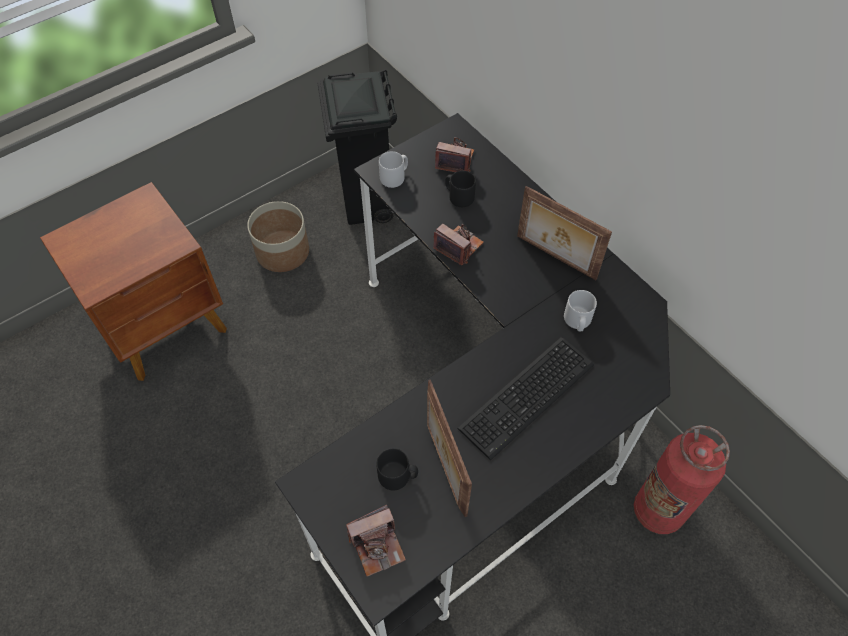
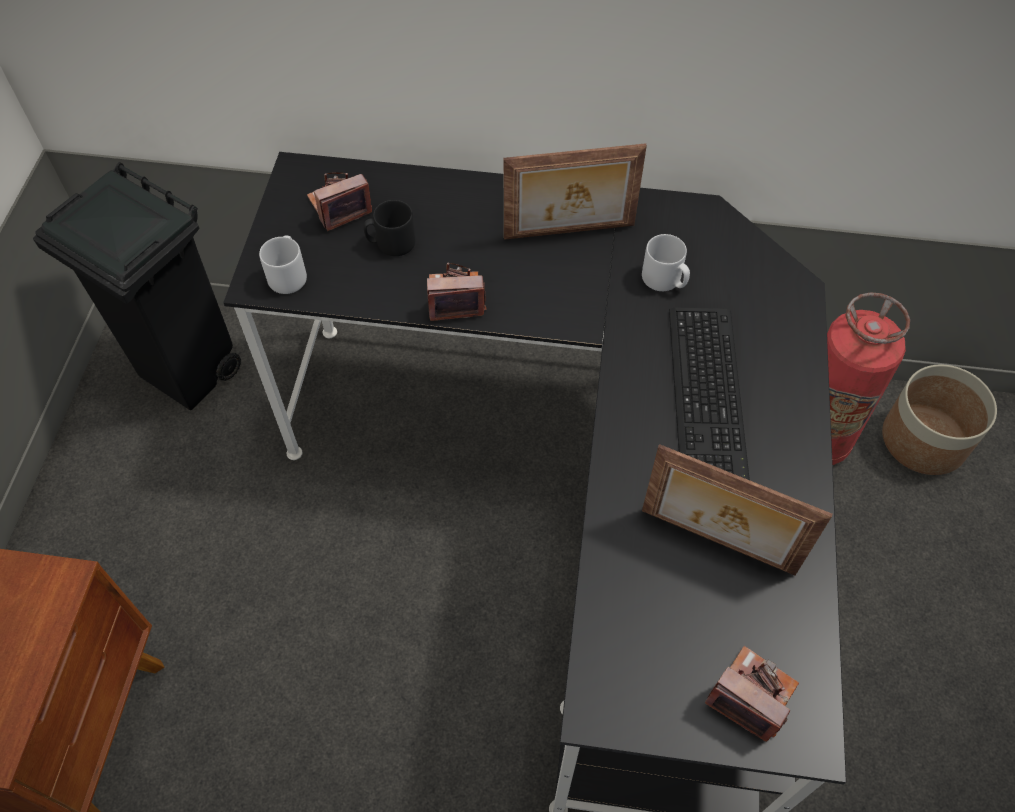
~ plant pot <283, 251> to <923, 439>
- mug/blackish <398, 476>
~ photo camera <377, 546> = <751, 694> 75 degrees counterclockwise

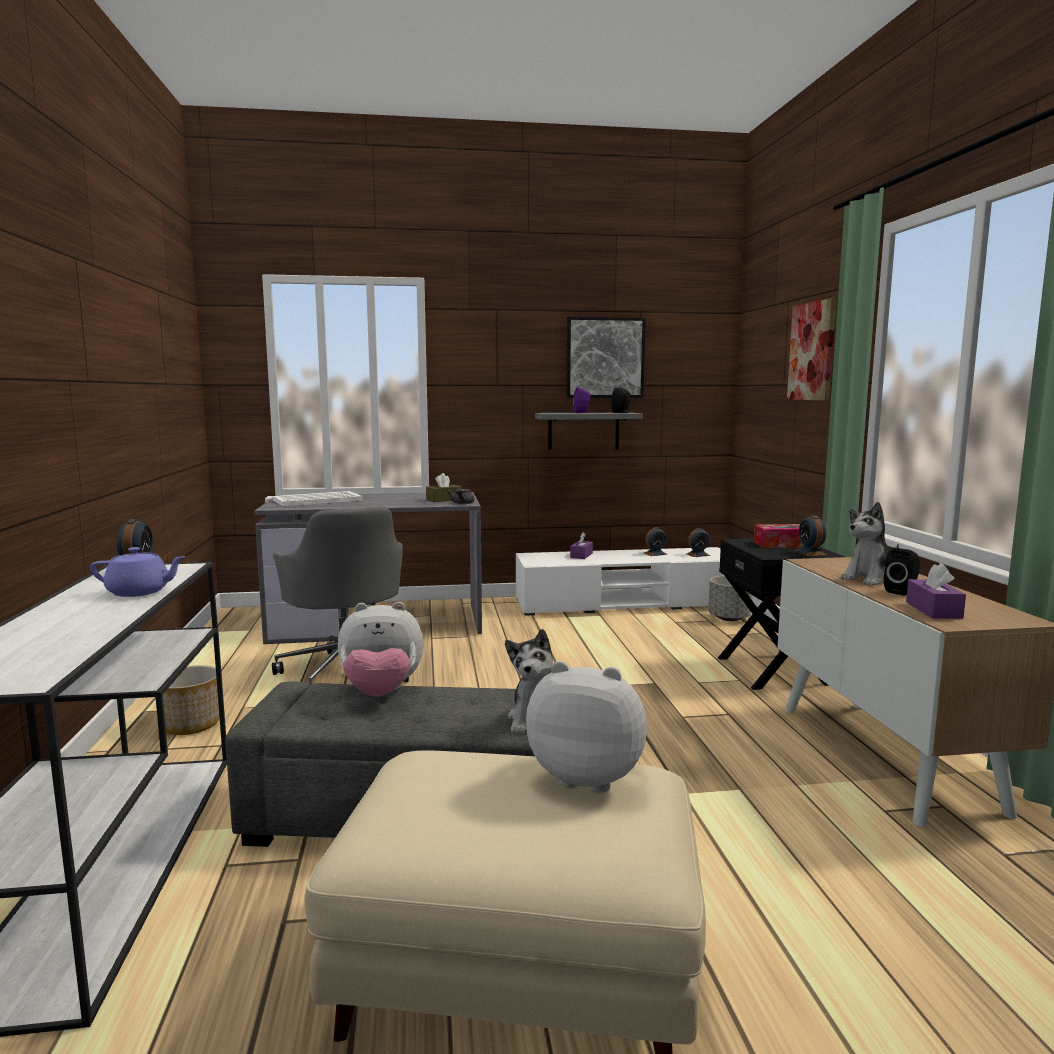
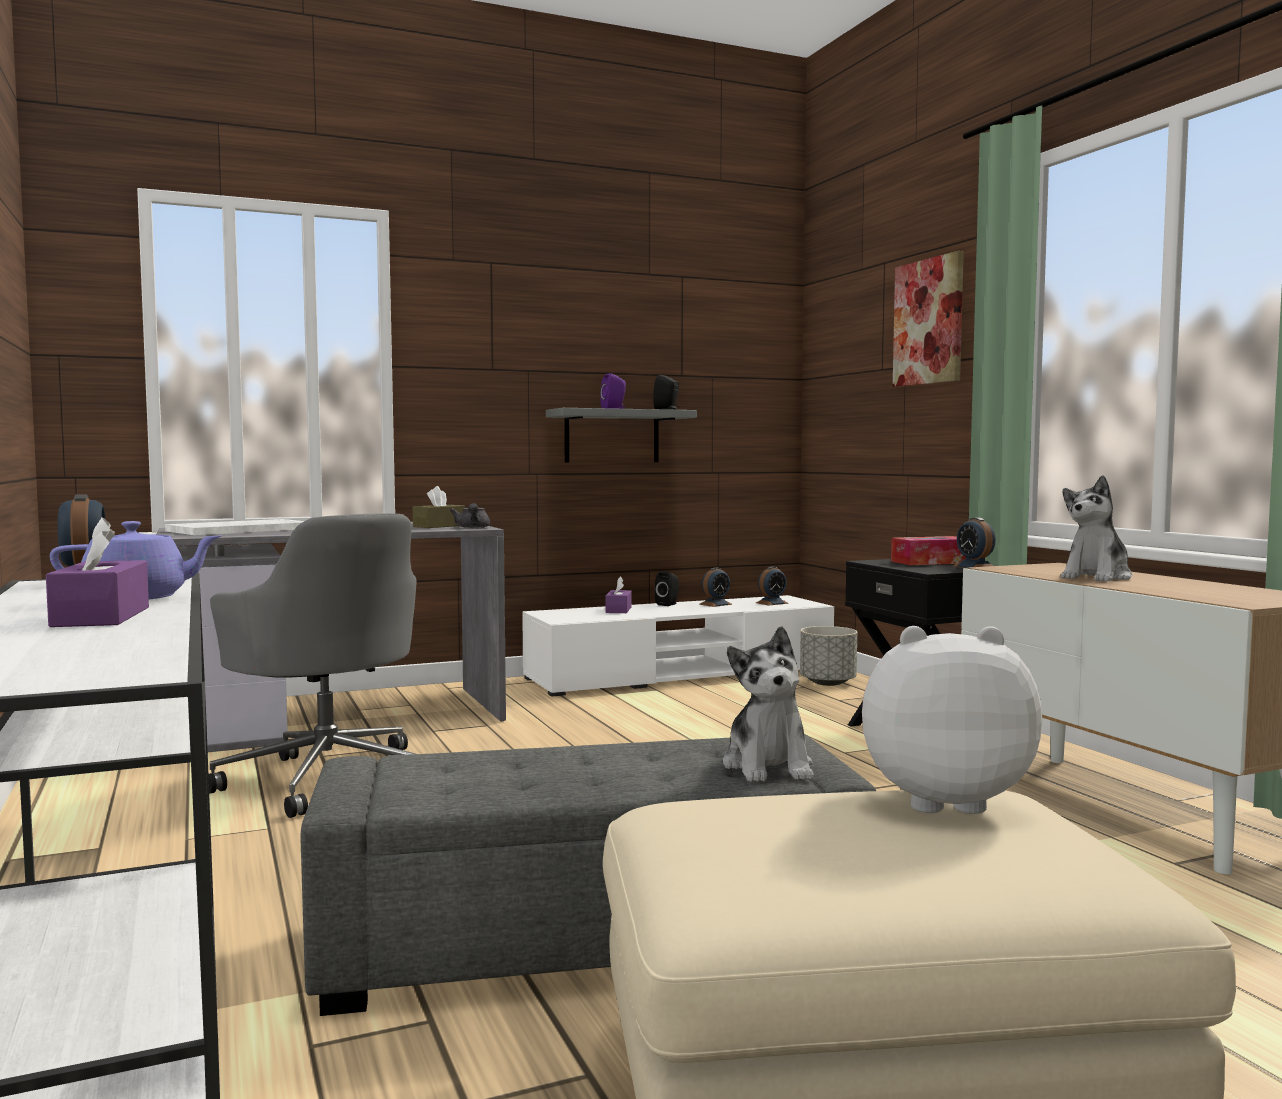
- wall art <605, 358>
~ loudspeaker/blackish <902, 591> to <668, 604>
~ tissue holder/purple-coloured <933, 610> to <101, 617>
- soft toy <381, 693>
- plant pot <190, 724>

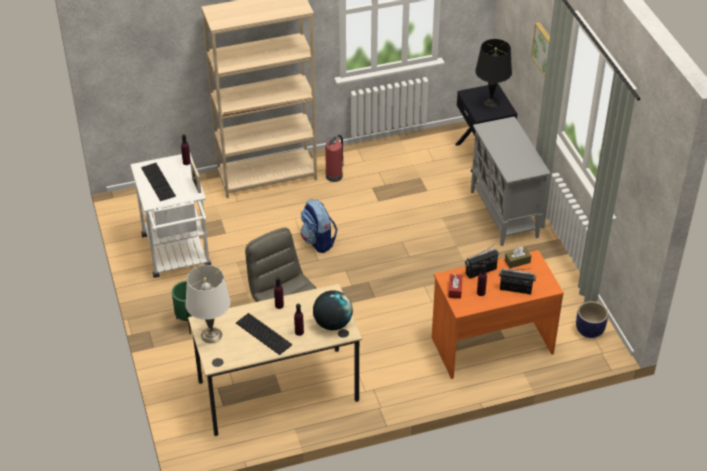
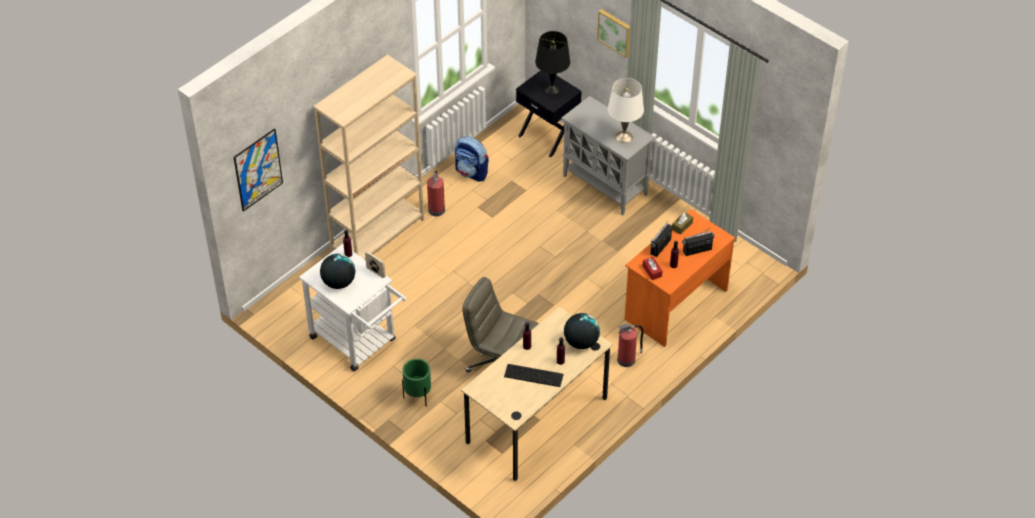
~ PC keyboard <158, 182> to globe <338, 282>
~ backpack <318, 241> to <472, 172>
~ tabletop lamp/white-coloured <211, 335> to <623, 137>
- plant pot <590, 330>
+ wall art <258, 169>
+ fire-fighting cylinder <627, 359>

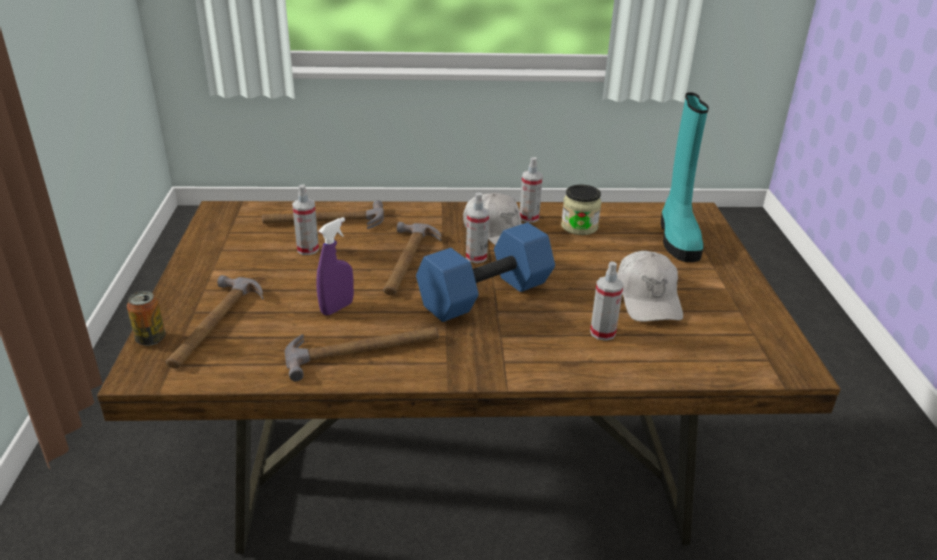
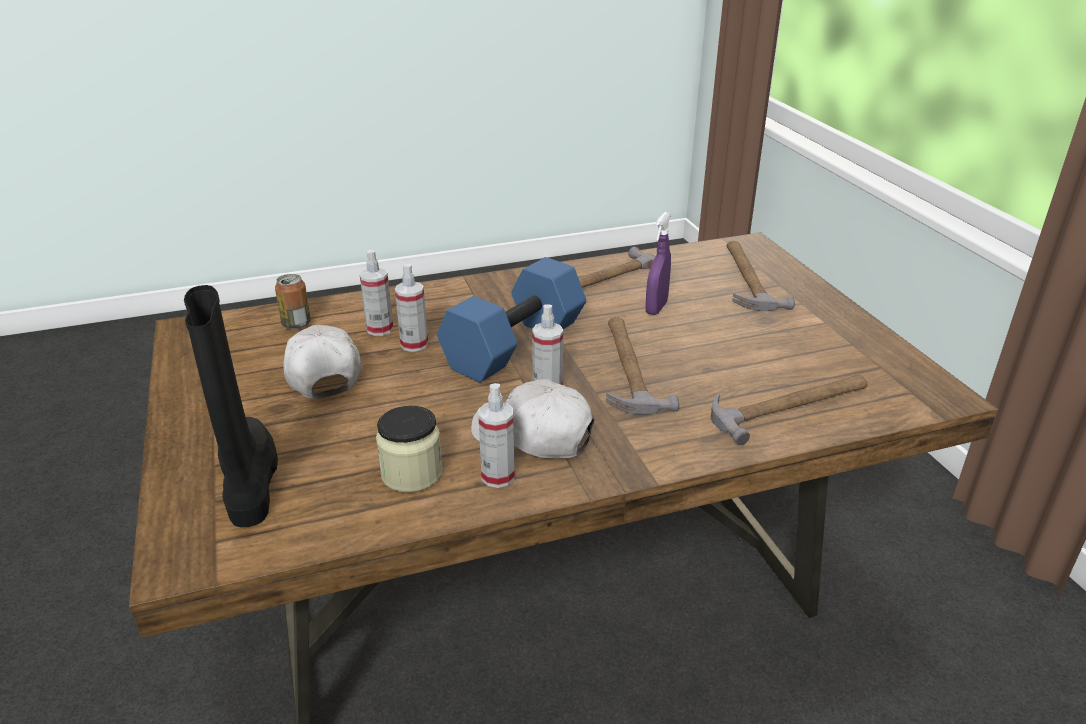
~ high-top boot/blue-green <677, 238> to high-top boot/blackish <249, 482>
~ sprayer <308, 249> to <414, 344>
~ can <151, 339> to <296, 324>

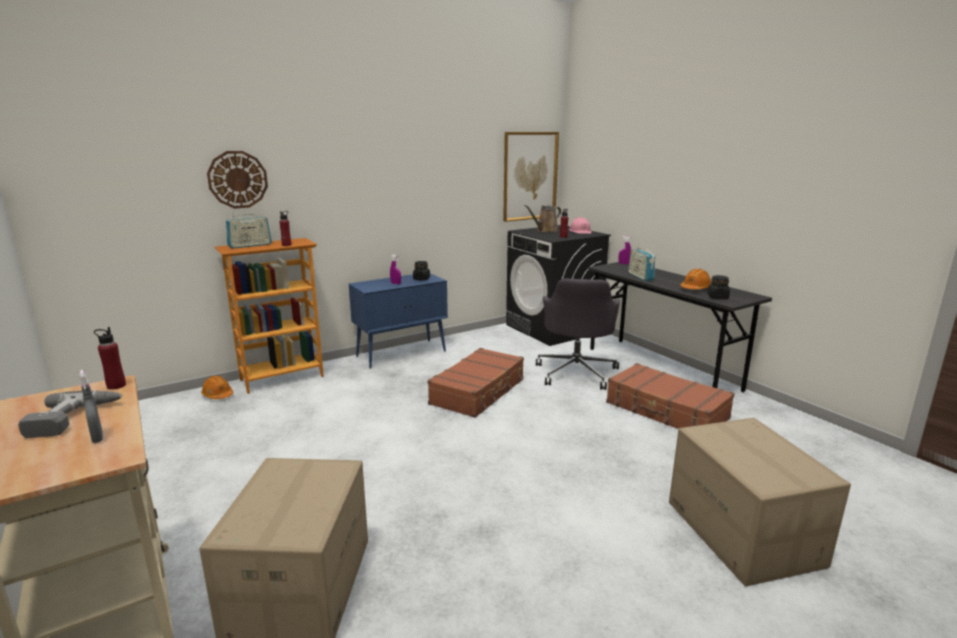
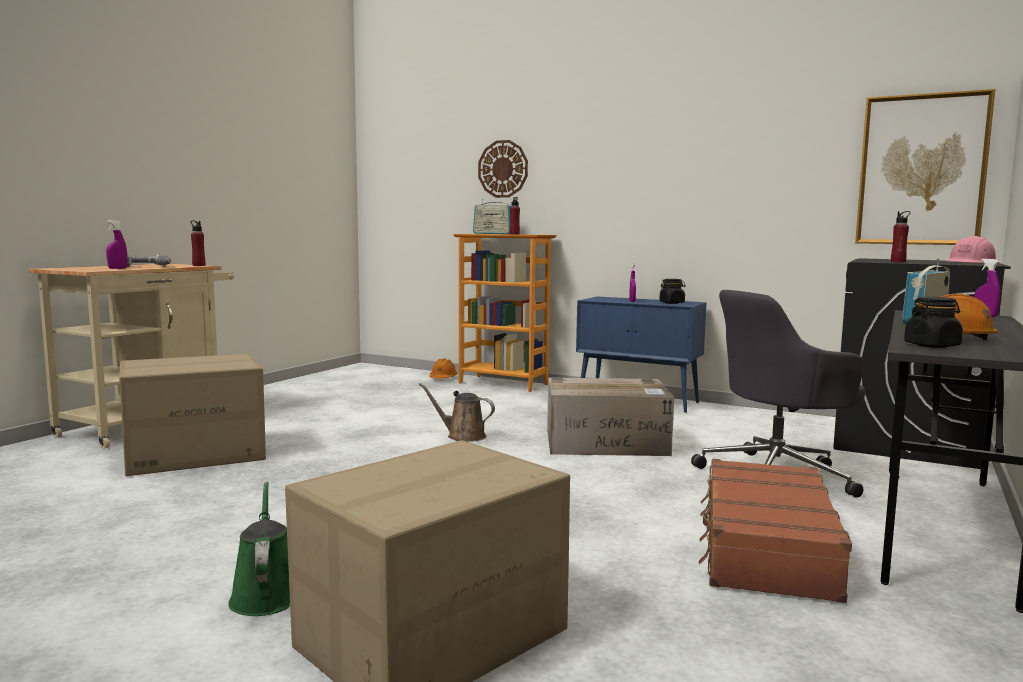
~ sprinkling can/brown-coloured <545, 231> to <462, 436>
~ piece of luggage/brown-coloured <478, 392> to cardboard box <607, 442>
~ sprayer/grey <97, 438> to sprayer/purple-coloured <117, 268>
+ sprinkling can/green-coloured <265, 595>

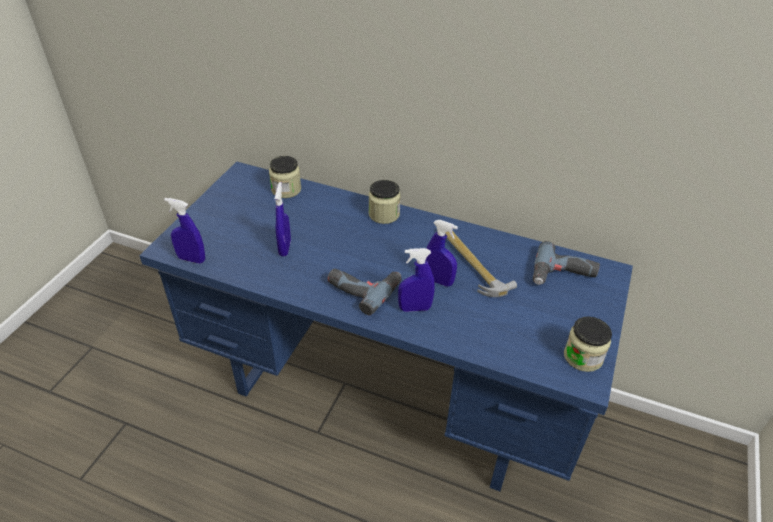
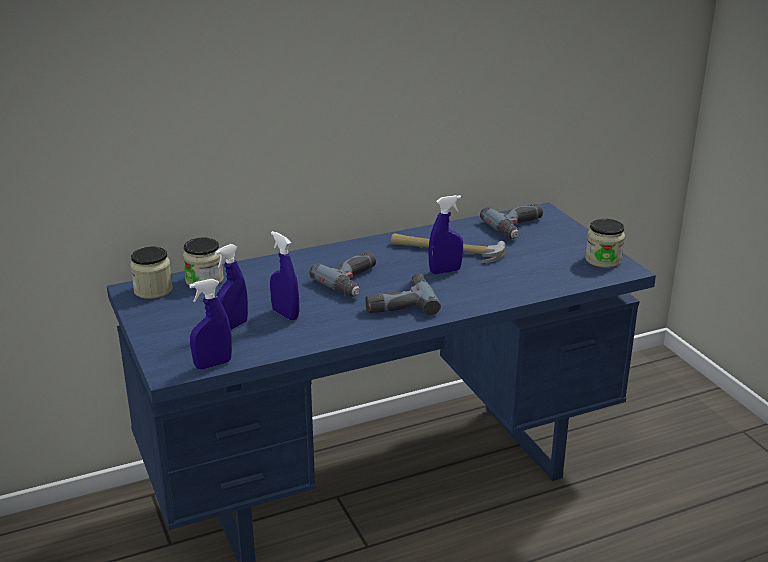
~ storage jar <384, 214> to <153, 290>
~ sprayer/blue <415, 308> to <233, 326>
+ power drill <354, 281>

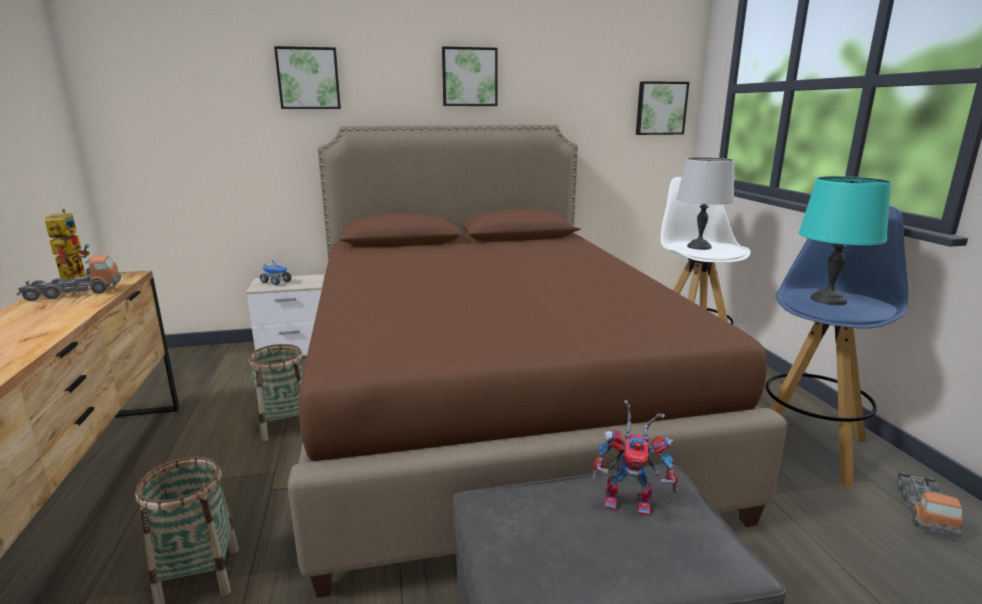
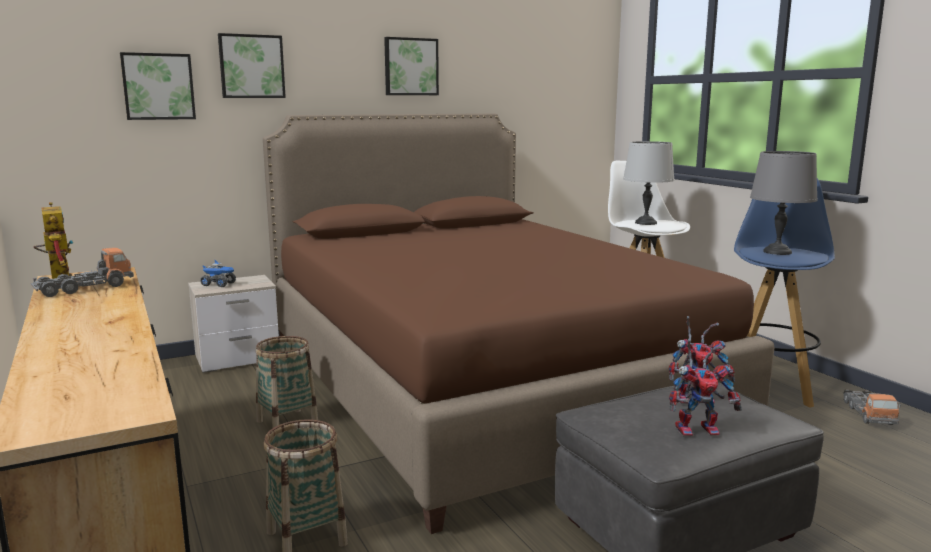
~ wall art <660, 108> to <158, 86>
~ tabletop lamp/blue-green <829, 300> to tabletop lamp/grey <778, 252>
+ toy robot <699, 429>

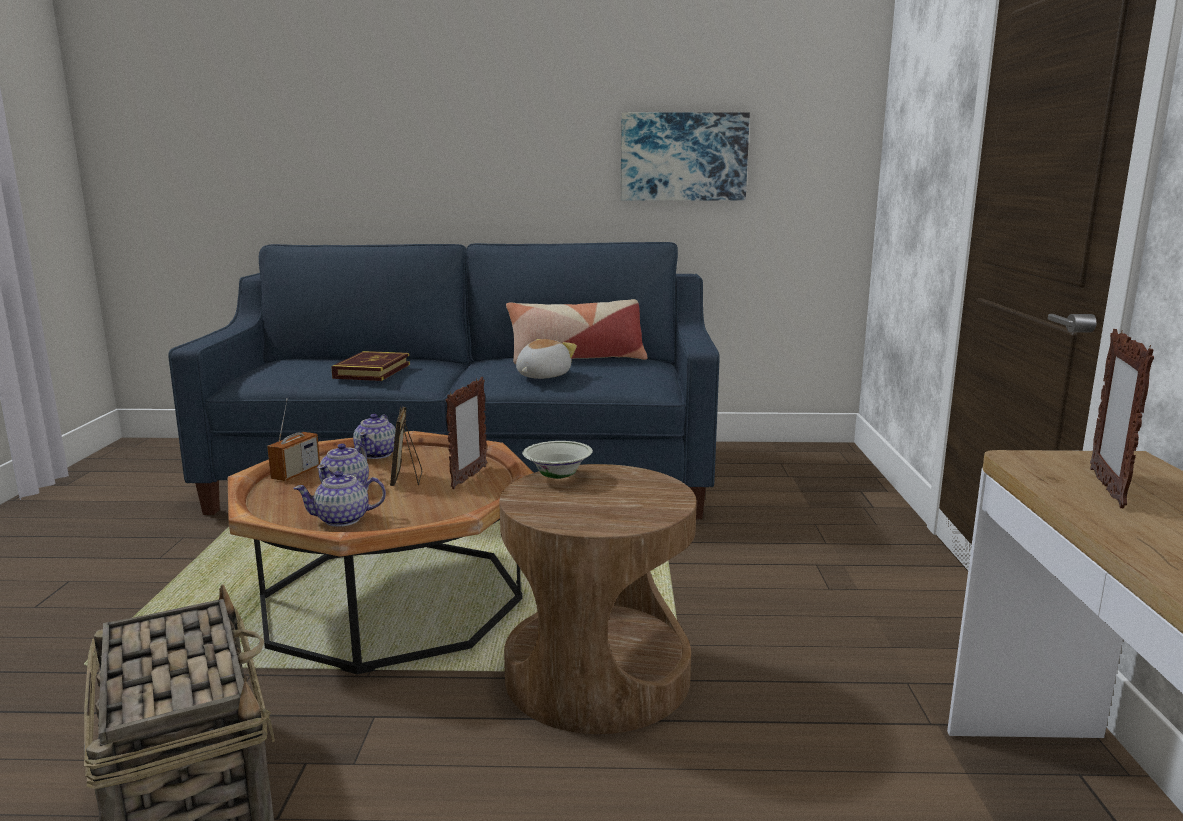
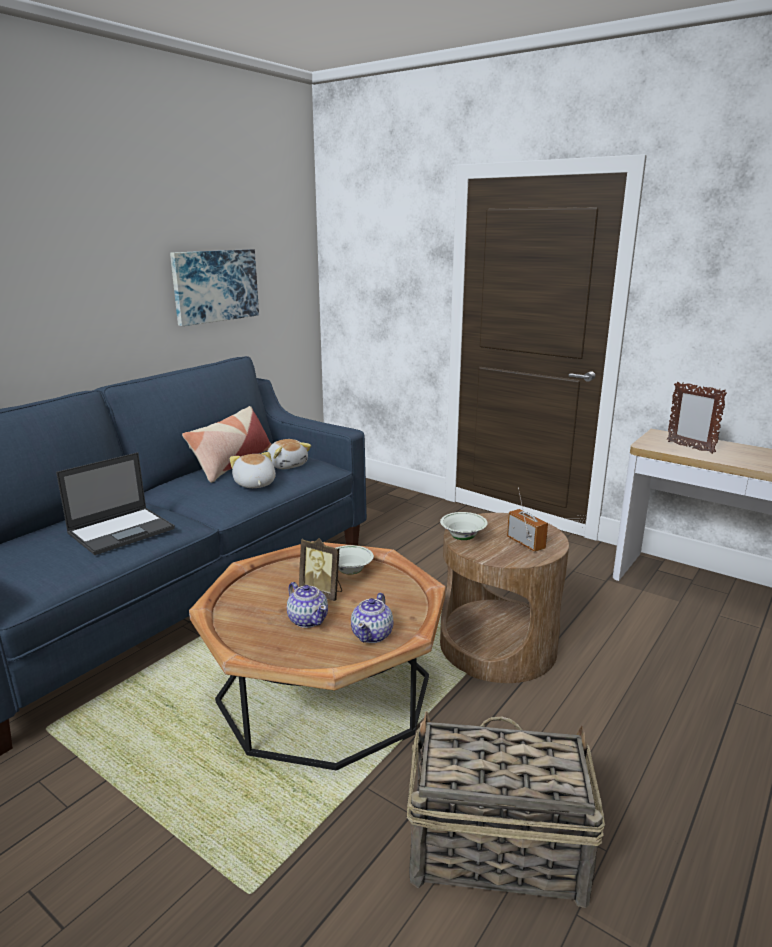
~ book <372, 371> to notebook computer <122, 530>
~ picture frame <468, 478> to deep dish/white-coloured <350, 572>
~ radio set <296, 473> to <525, 543>
- pot for tea <377, 454>
+ soft toy <287, 465>

